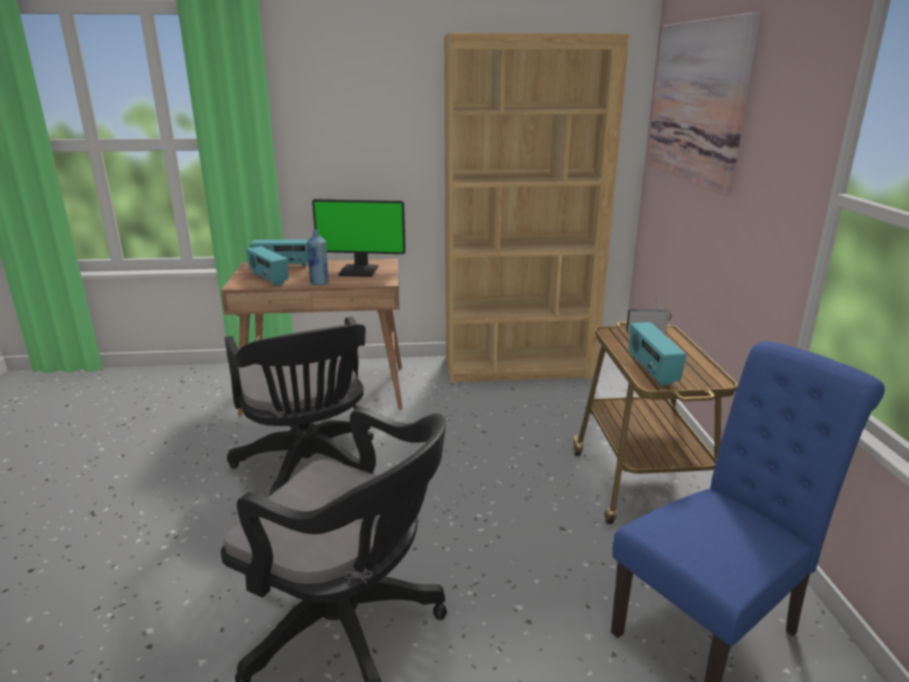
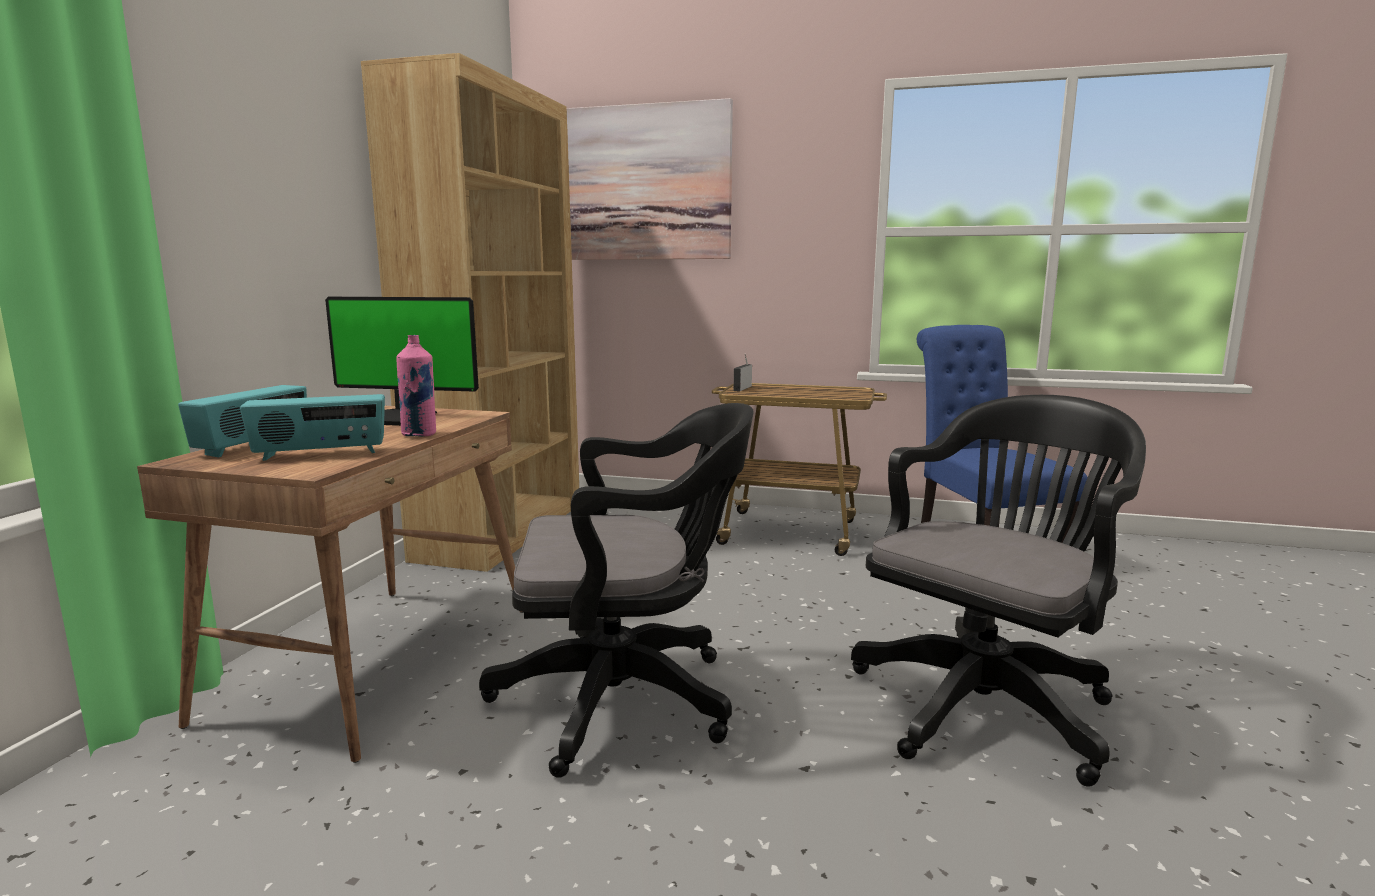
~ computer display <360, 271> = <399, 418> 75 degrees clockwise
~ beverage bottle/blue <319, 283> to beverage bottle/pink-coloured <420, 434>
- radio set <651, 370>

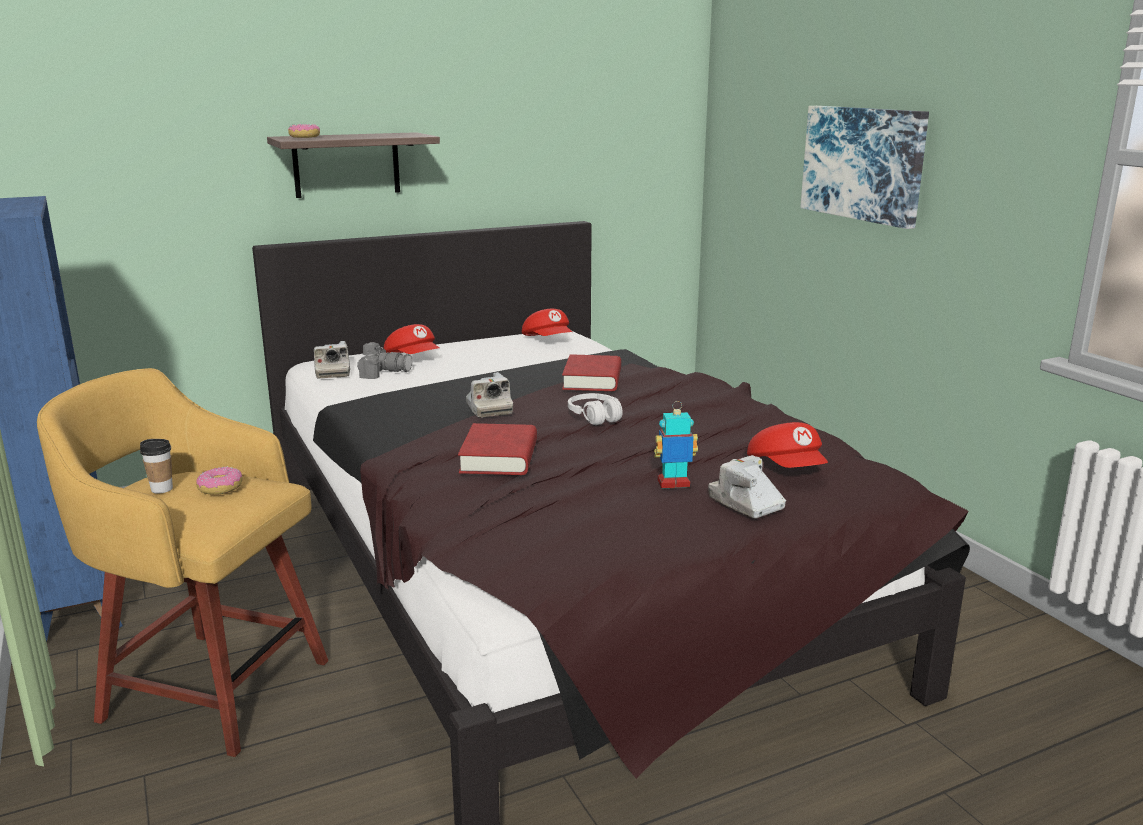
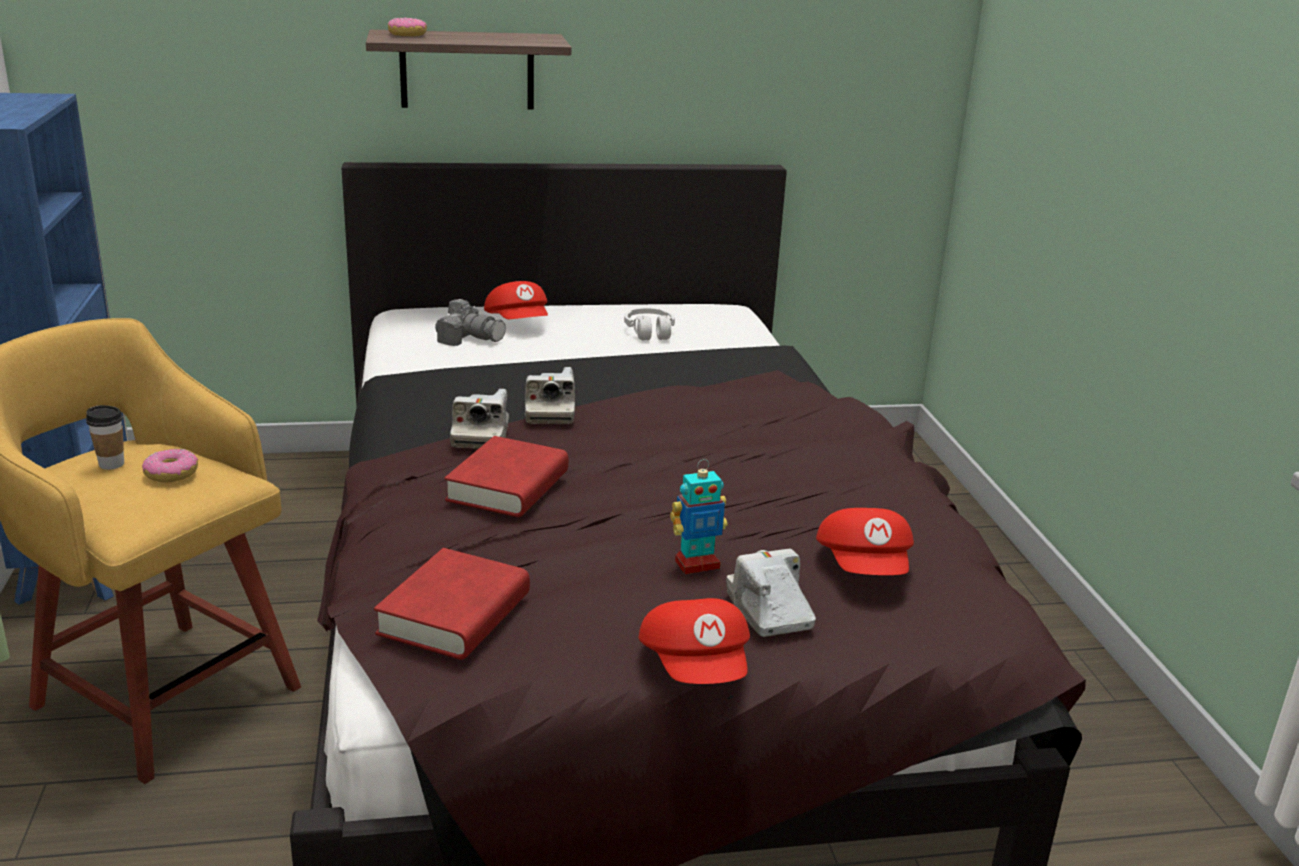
- wall art <863, 163>
~ cap/red <548, 341> to <697, 668>
~ photo camera <332, 372> to <481, 436>
~ book/red <592, 380> to <454, 614>
~ headphones/white-coloured <595, 417> to <649, 332>
~ toy robot <673, 484> = <696, 564> 150 degrees clockwise

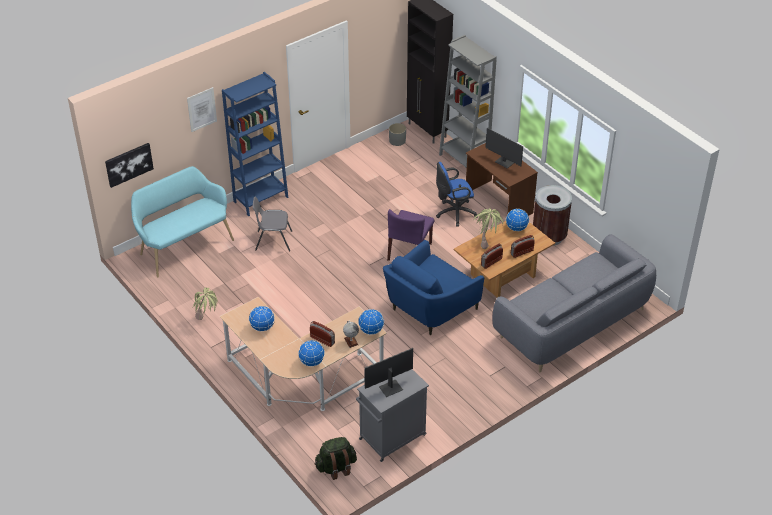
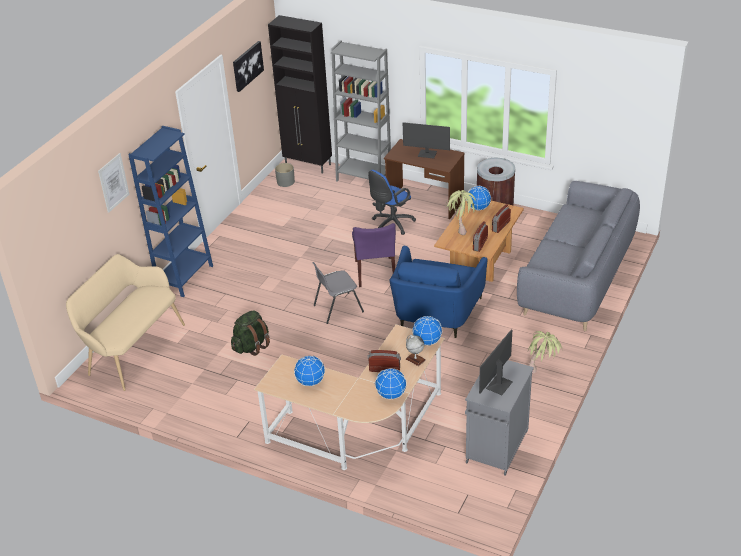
~ wall art <129, 164> to <247, 66>
~ indoor bench/blue-green <184, 246> to indoor bench/beige-coloured <132, 349>
~ plain chair/grey <273, 240> to <337, 308>
~ plant in a pot <207, 321> to <542, 371>
~ backpack/green-coloured <336, 467> to <251, 346>

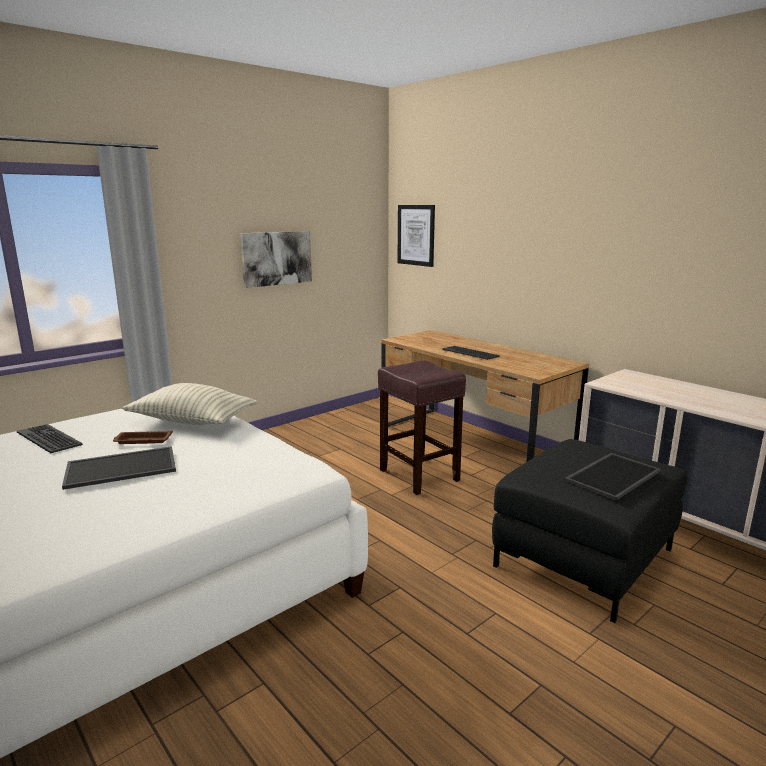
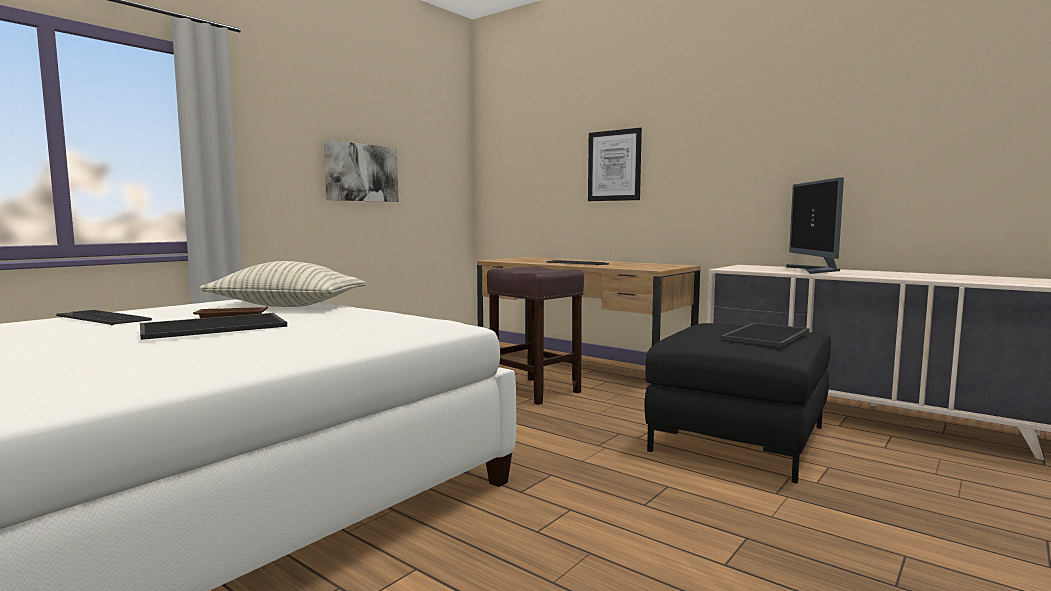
~ wall art <416, 235> to <614, 165>
+ computer display <814, 270>

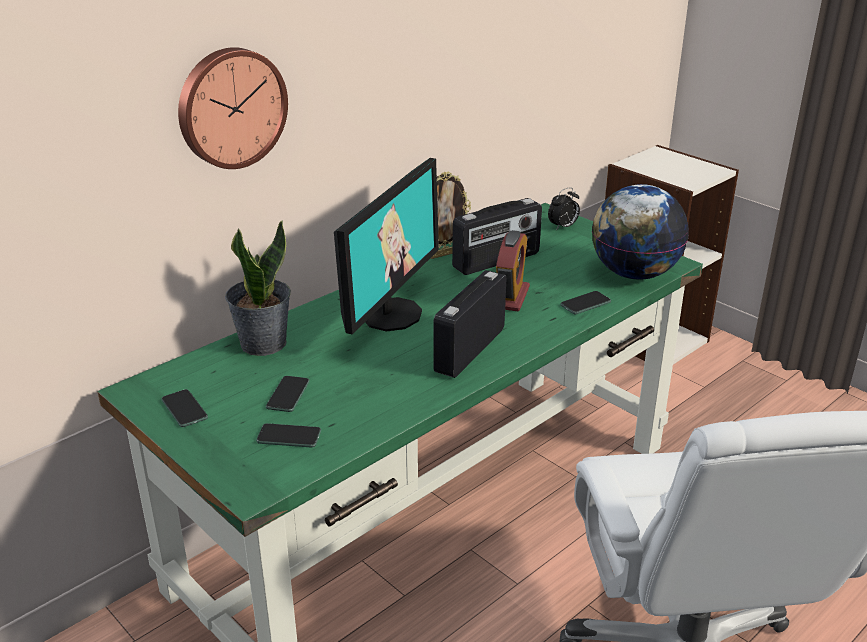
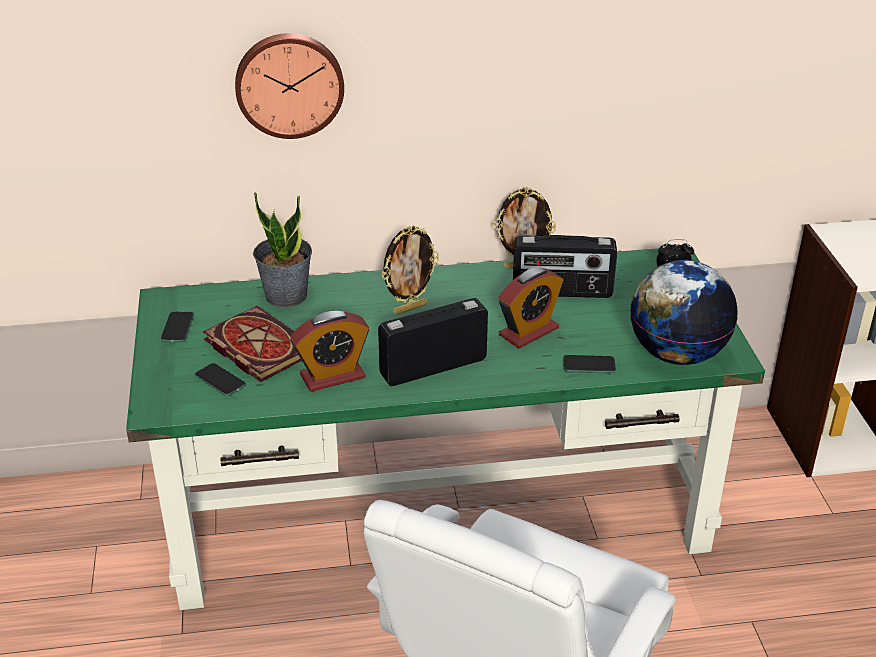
~ computer display <390, 314> to picture frame <409, 308>
~ handset <288, 395> to book <256, 347>
+ table clock <332, 376>

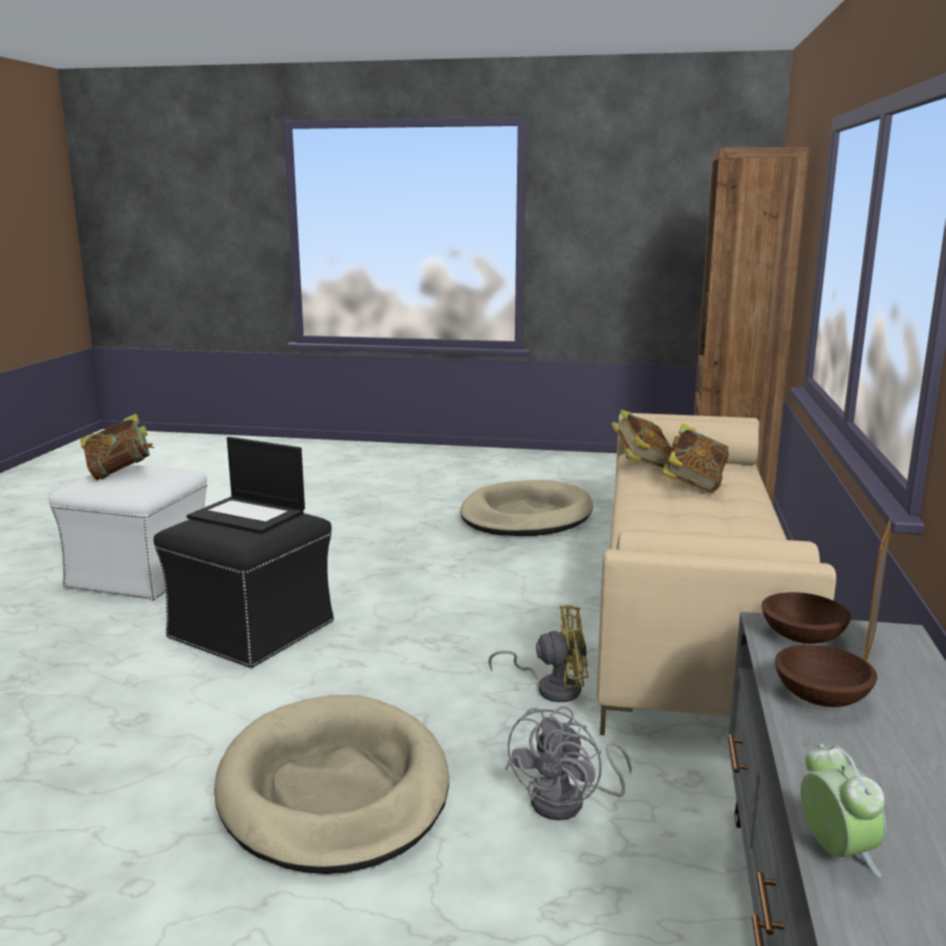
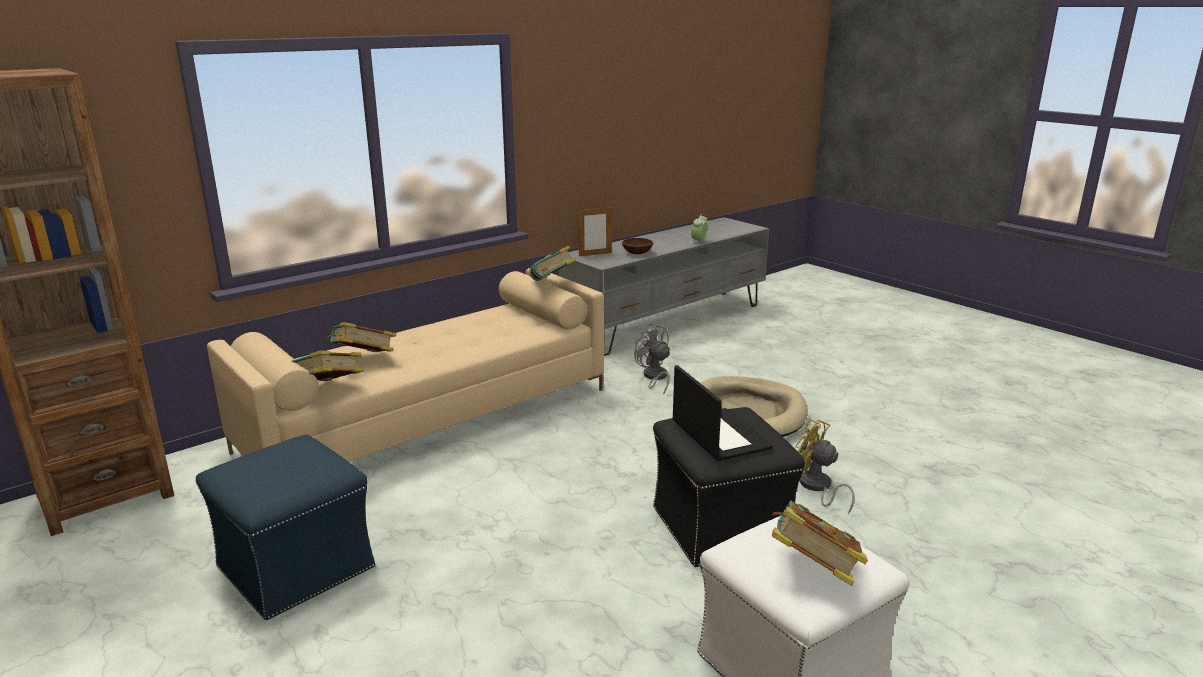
~ dog cushion/beige-coloured <526, 516> to ottoman/blue <297, 568>
- deep dish/brown-coloured <801, 636>
~ fan/yellow-coloured <551, 687> to <816, 487>
~ fan/grey <569, 802> = <654, 377> 105 degrees counterclockwise
+ book <553, 284>

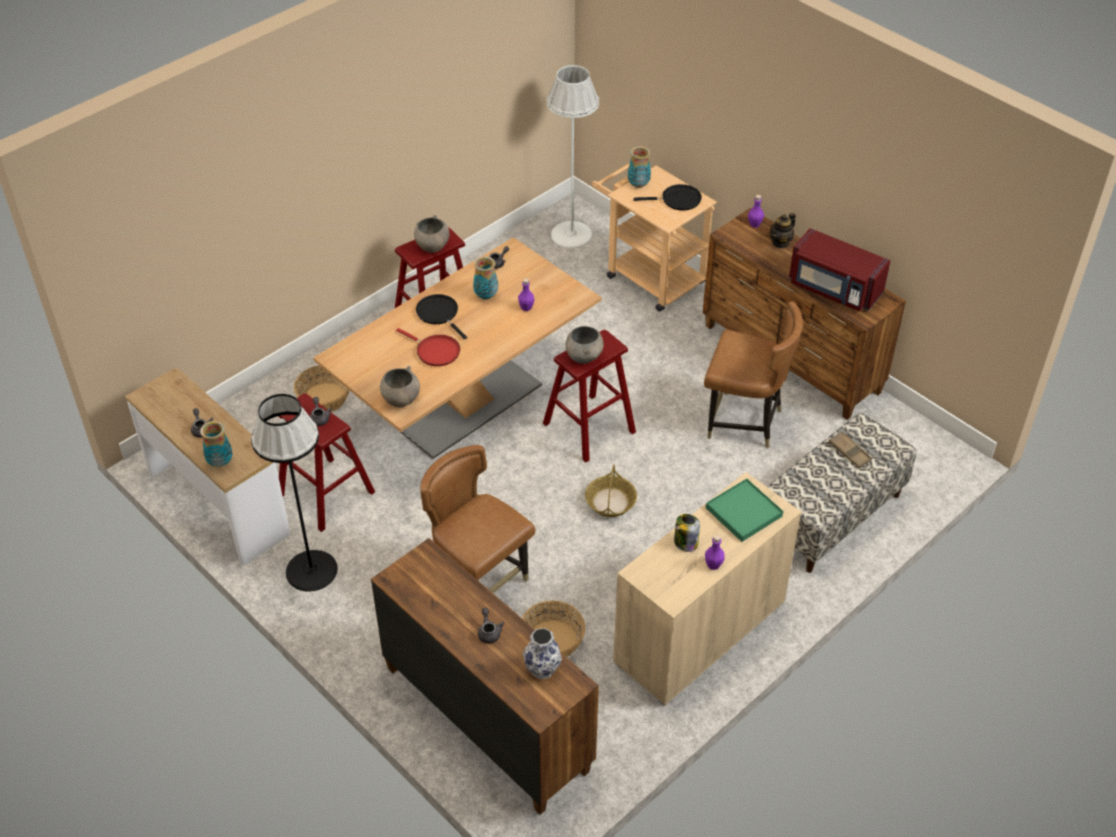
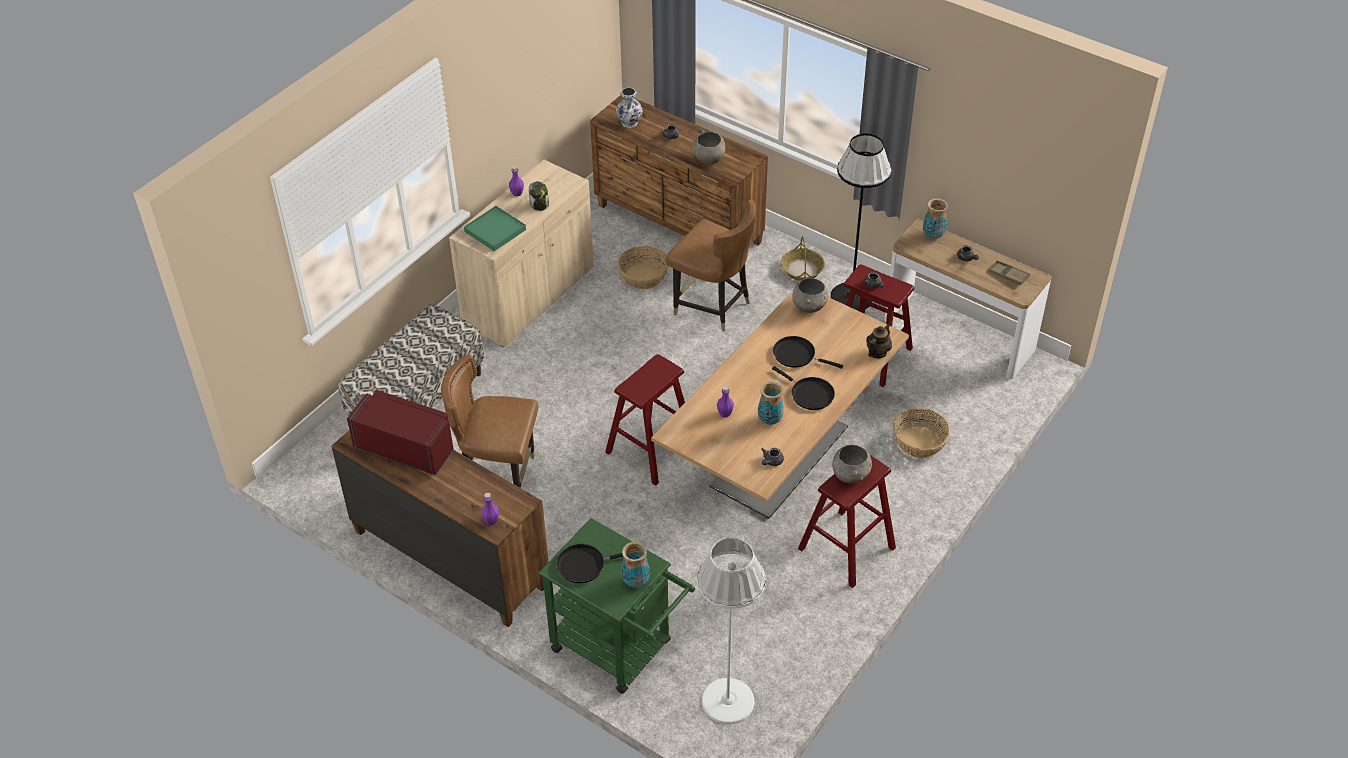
~ trolley/beige-coloured <649, 275> to trolley/green-coloured <619, 650>
~ pot for tea <780, 242> to <877, 352>
~ deep dish/grey <584, 357> to <708, 159>
~ frying pan/red <435, 351> to frying pan/blackish <797, 355>
~ serving tray/brown-coloured <849, 452> to <1008, 275>
~ storage basket <610, 502> to <802, 269>

